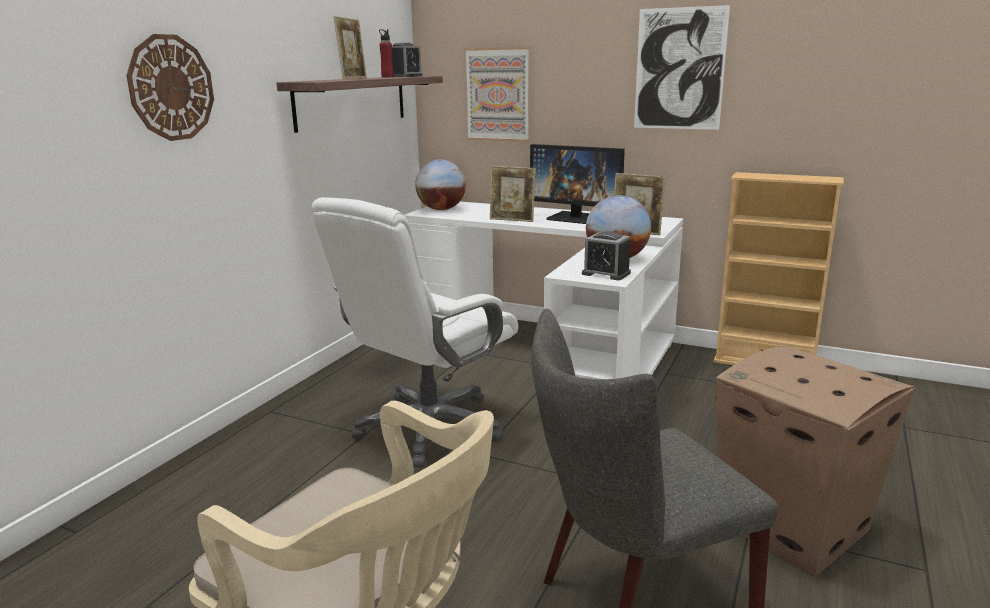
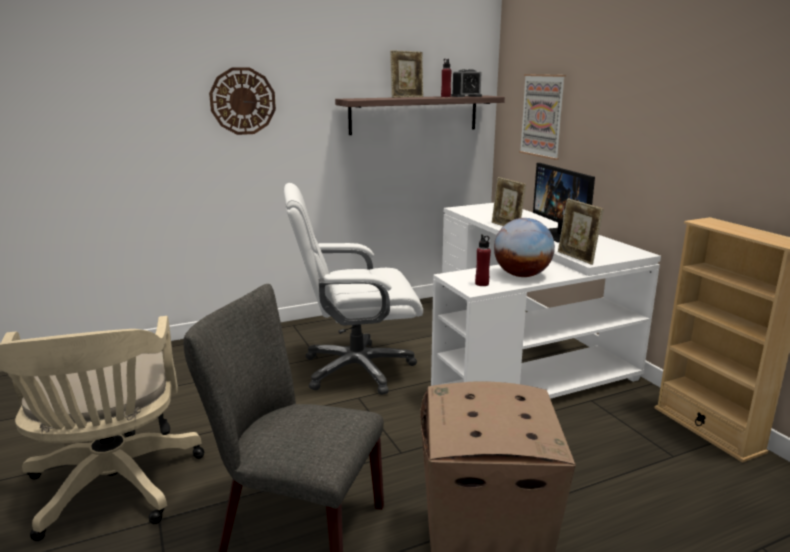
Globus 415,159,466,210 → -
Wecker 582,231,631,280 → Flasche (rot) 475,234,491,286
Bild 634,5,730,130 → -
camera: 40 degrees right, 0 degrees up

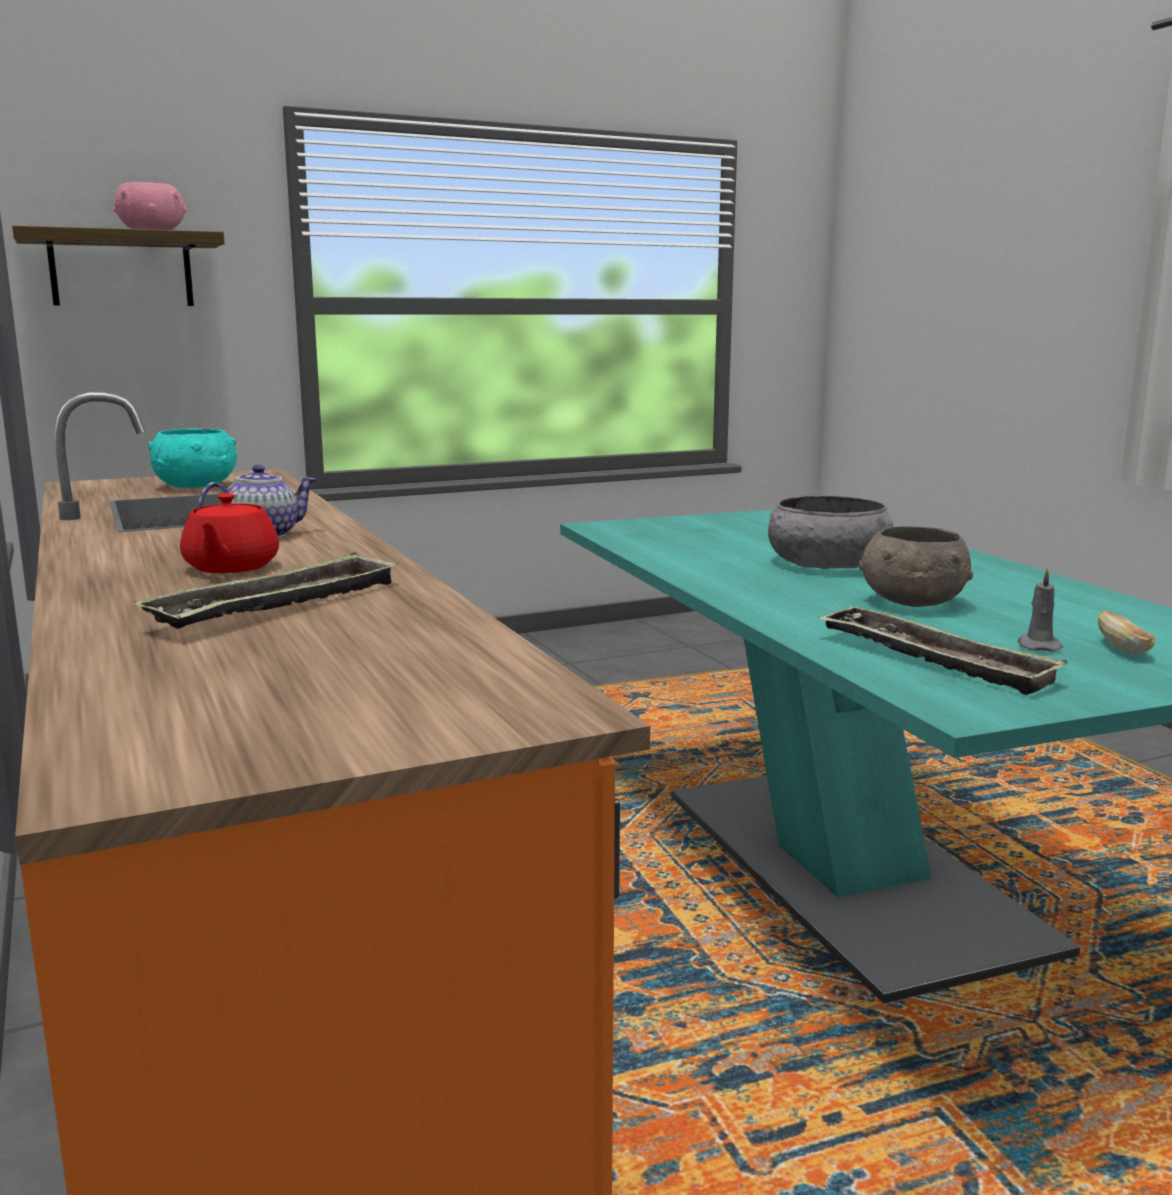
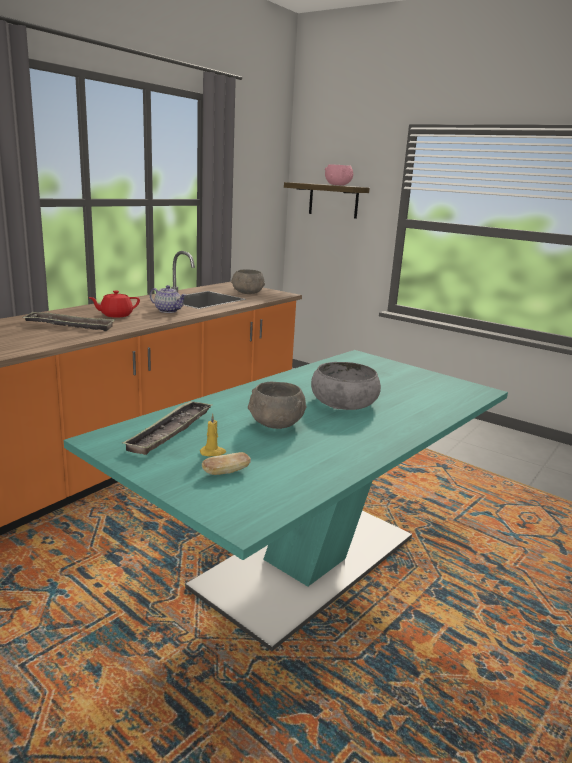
Schüssel (türkis) 148,428,237,488 → Schüssel (grau) 231,269,265,294
Kerze (grau) 1018,568,1063,652 → Kerze (gelb) 200,414,226,456
camera: 60 degrees right, 5 degrees up

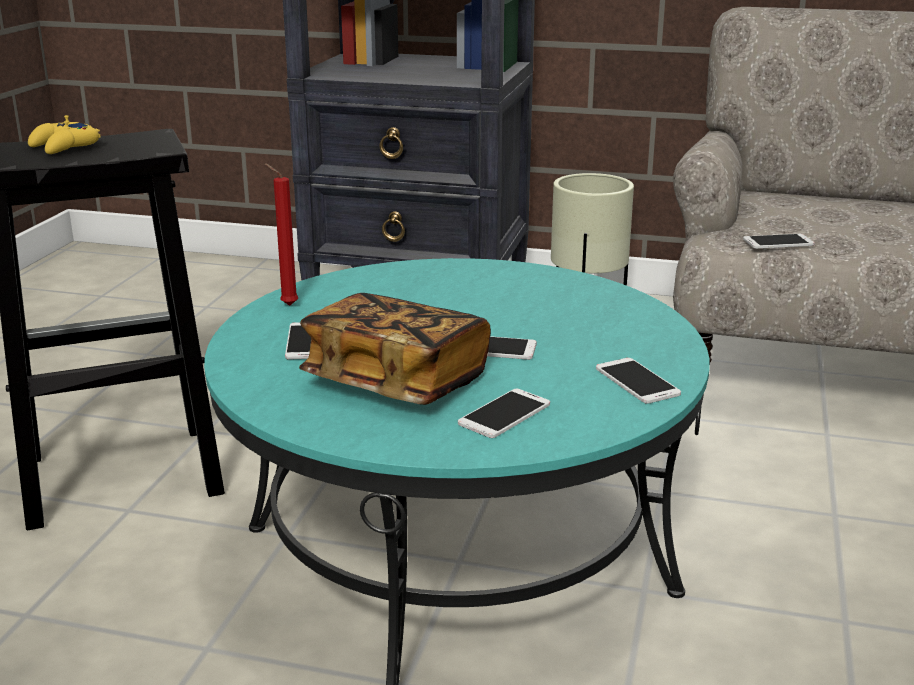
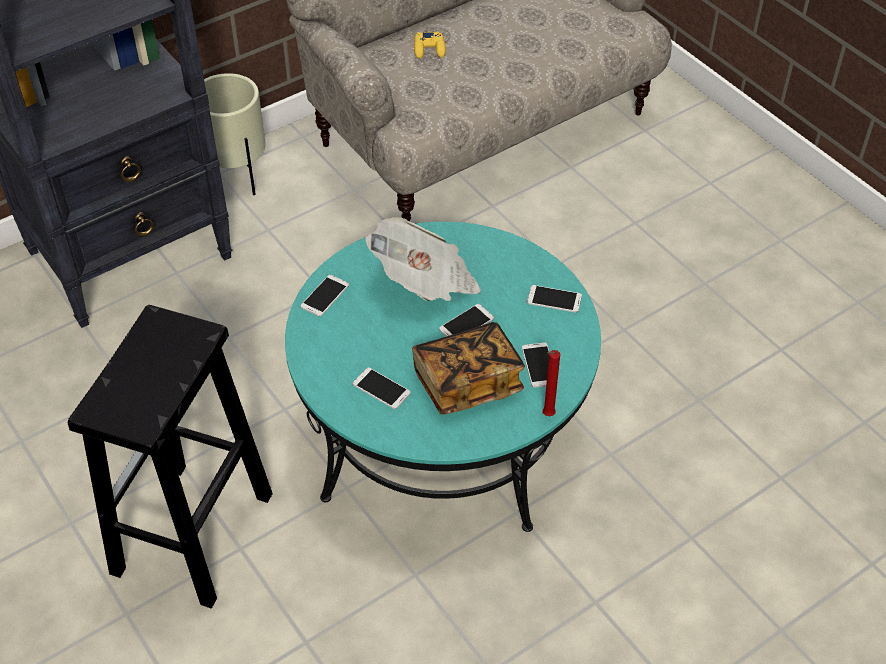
Gamepad (gelb) 28,115,101,154 → Gamepad (gelb) 414,32,446,59, moved
Kerze (rot) 265,163,298,306 → Kerze (rot) 543,350,560,416, moved
Handy 743,234,815,249 → Handy 301,275,349,317, moved
- → Zeitung 365,217,481,301
camera: 50 degrees left, 25 degrees up

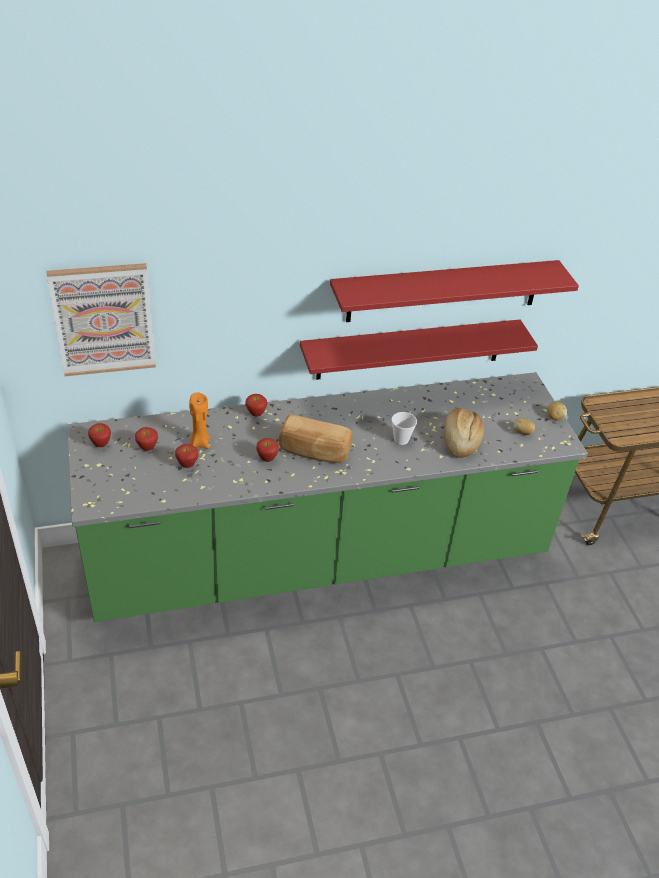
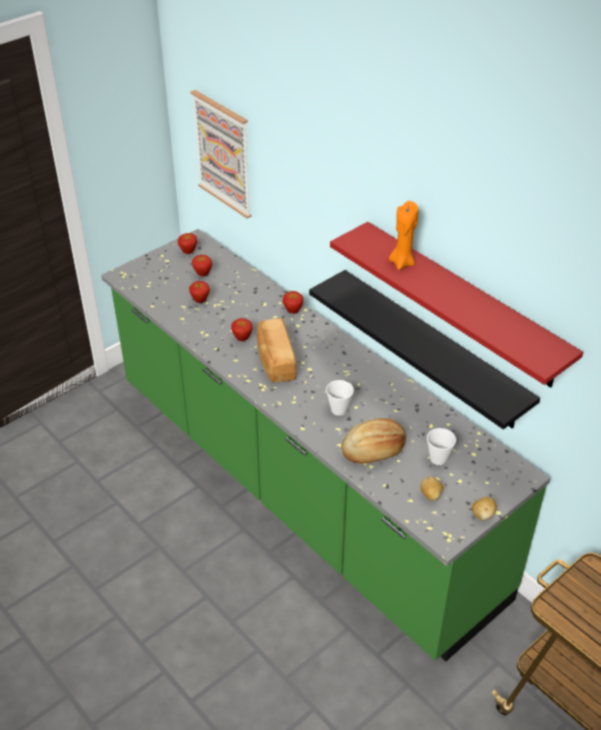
Kerze (orange) 189,392,210,449 → Kerze (orange) 389,201,418,270, moved
Wandregal (rot) 300,320,538,380 → Wandregal (schwarz) 309,270,540,429
- → Tasse 427,428,456,465
camera: 65 degrees right, 0 degrees up

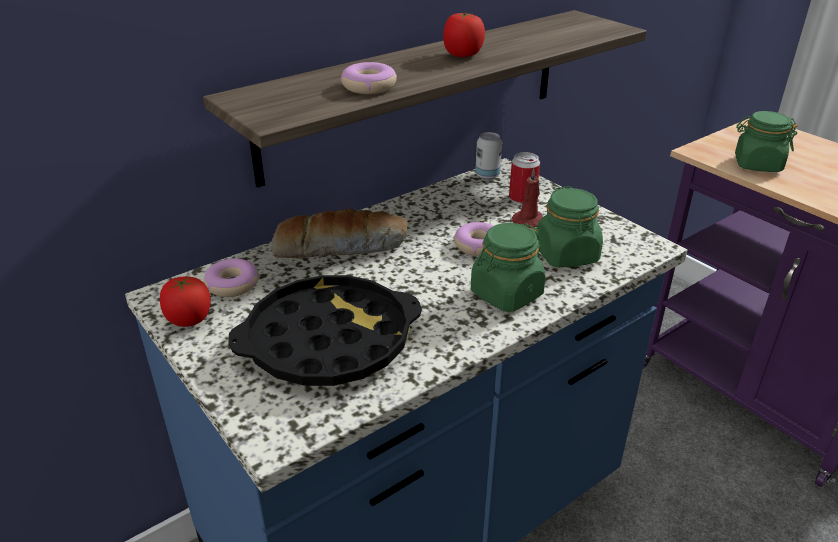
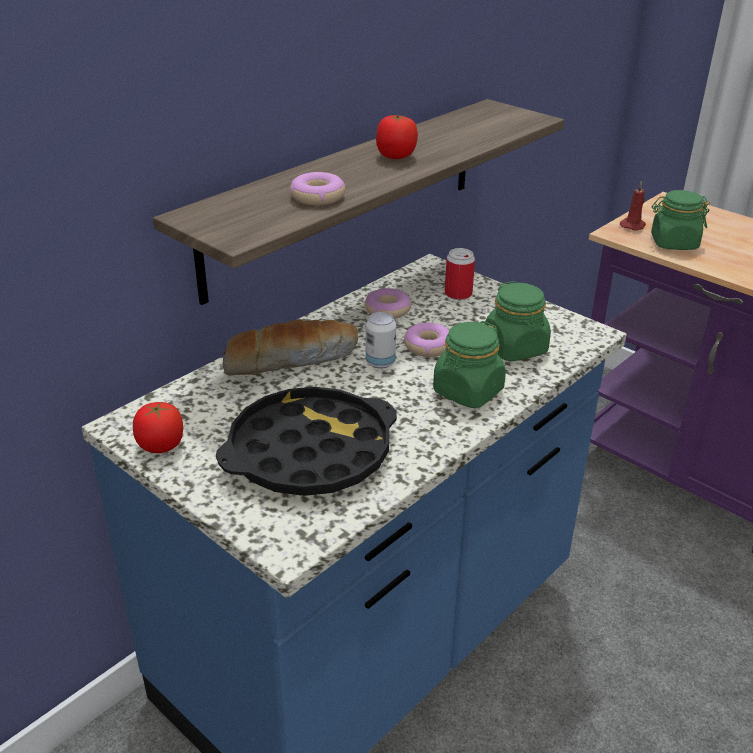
Donut 204,258,259,297 → Donut 365,288,411,319, moved
Dose 475,132,502,180 → Dose 366,312,396,369, moved
Kerze (rot) 512,168,543,228 → Kerze (rot) 620,181,646,231, moved
camera: 10 degrees left, 0 degrees up

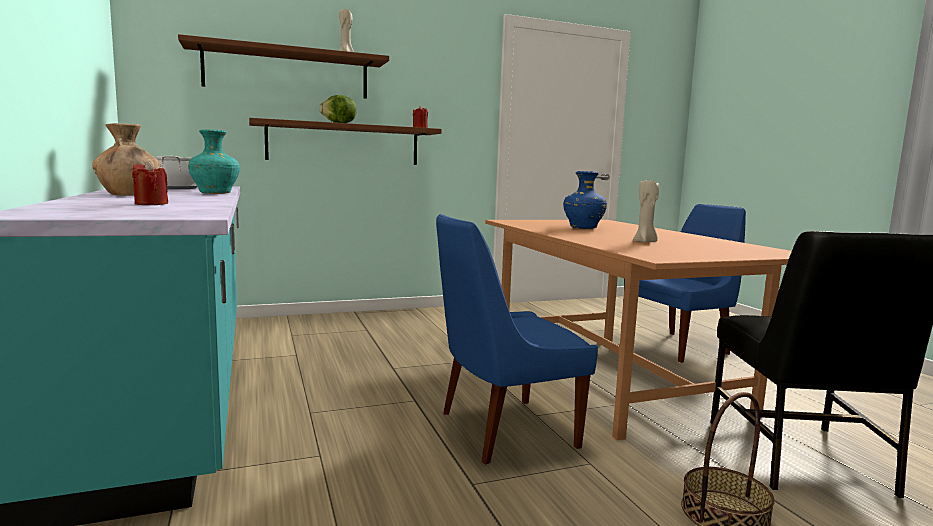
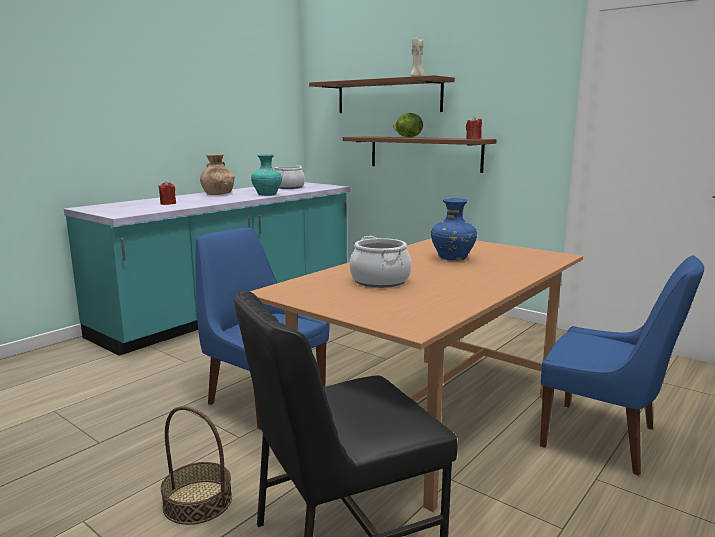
Kerze (beige) 633,180,659,242 → Kochtopf 349,236,412,288
camera: 60 degrees right, 5 degrees up

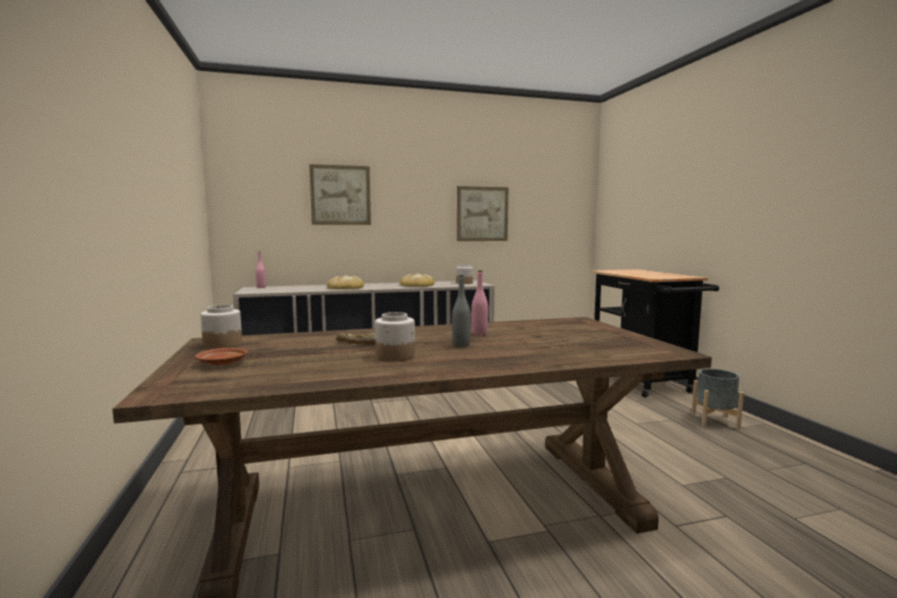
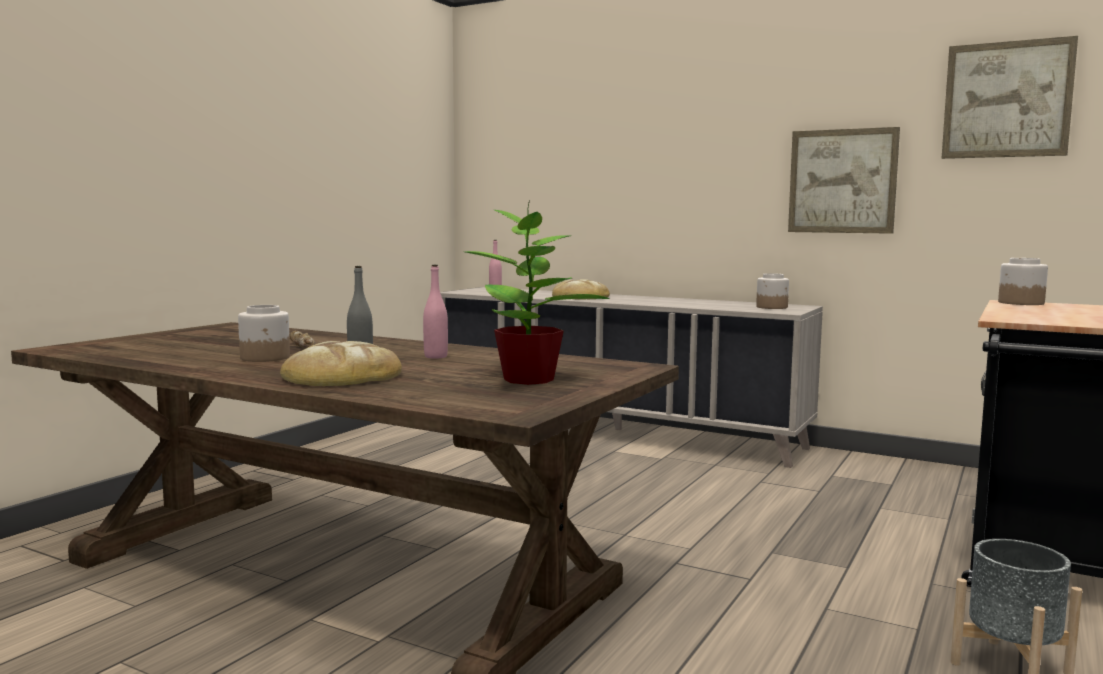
Teller (braun) 195,348,248,366 → -
Vorratsglas 201,305,242,349 → Vorratsglas 998,258,1048,305, moved
Bild 309,164,371,225 → Bild 942,36,1078,159, moved
Brot 400,274,435,287 → Brot 280,341,402,386, moved
- → Topfpflanze 465,201,610,385
camera: 45 degrees right, 0 degrees up

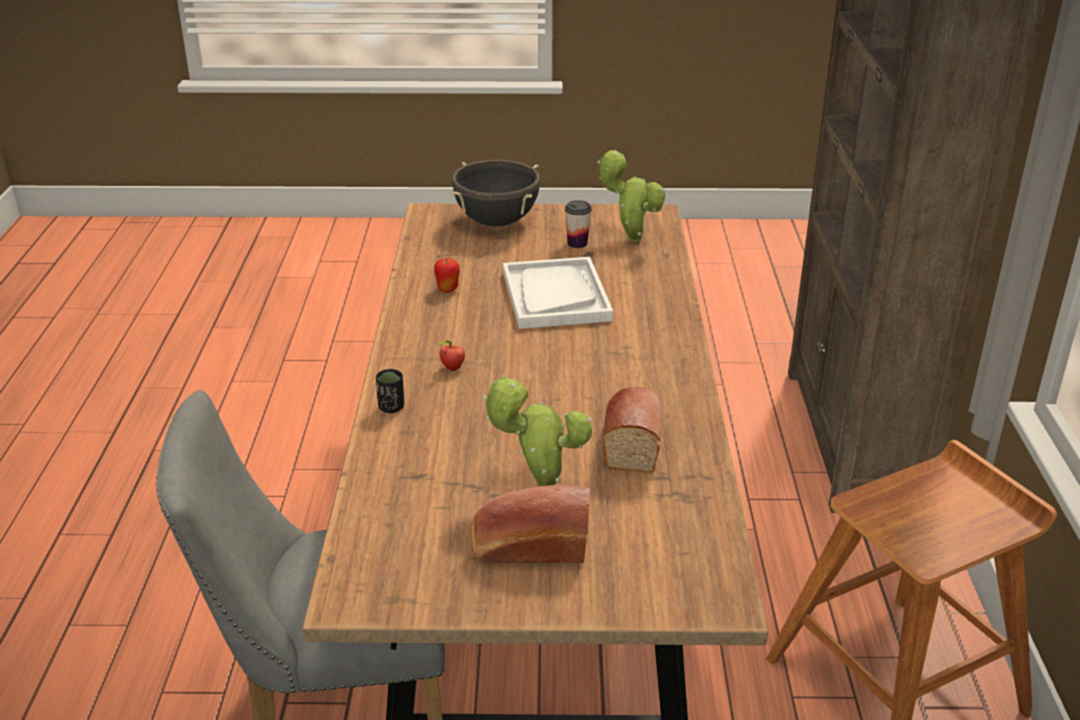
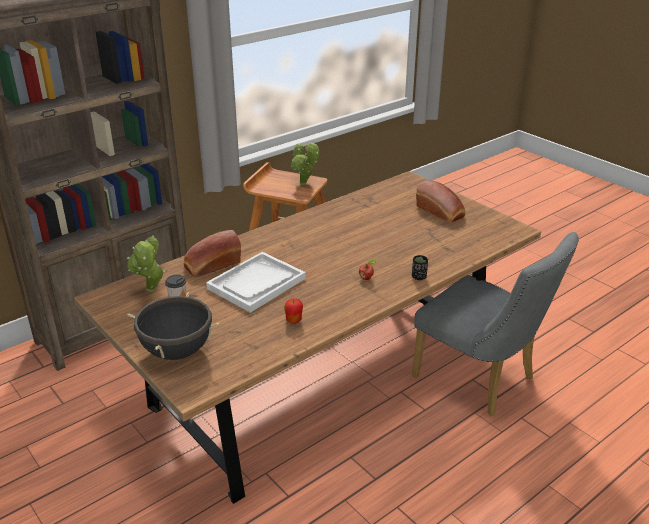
Topfpflanze 482,375,592,486 → Topfpflanze 291,141,319,185, moved
Brot 603,387,662,473 → Brot 184,230,241,277, moved
camera: 130 degrees left, 0 degrees up

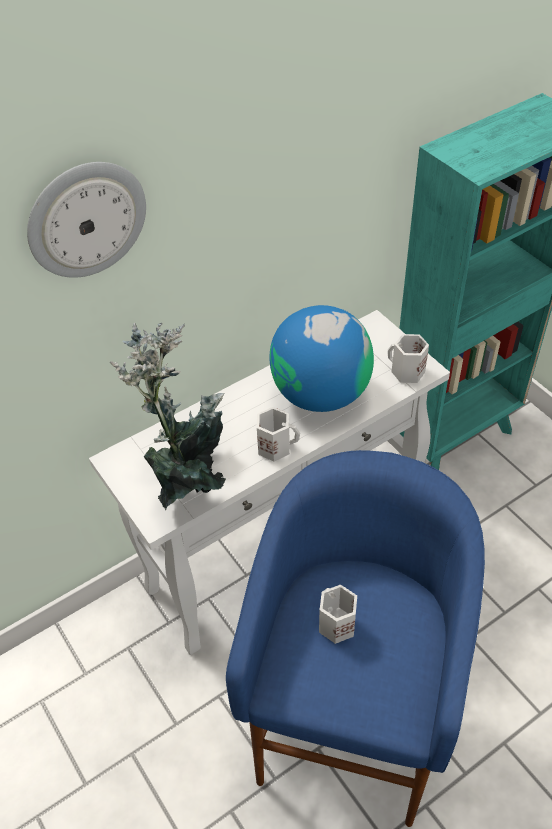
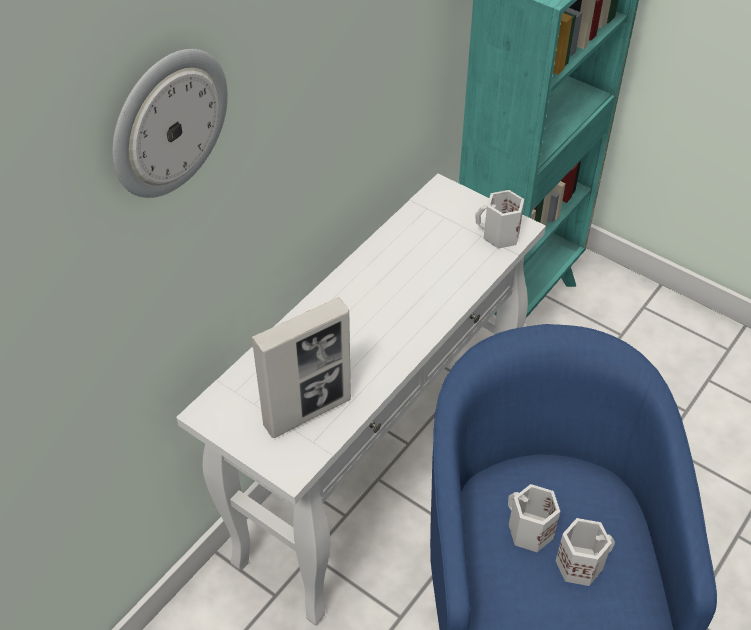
Topfpflanze 110,323,226,509 → Bilderrahmen 251,297,351,438
Henkelbecher (weiß) 257,407,300,461 → Henkelbecher (weiß) 556,518,615,586, moved
Globus 270,305,374,412 → -
camera: 20 degrees left, 0 degrees up

